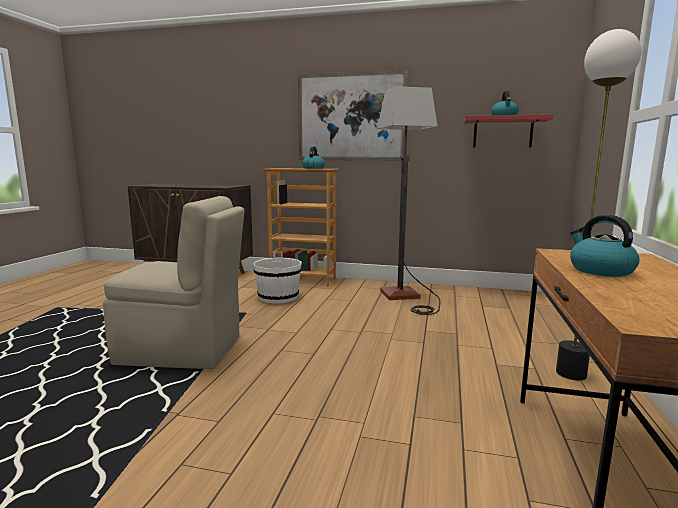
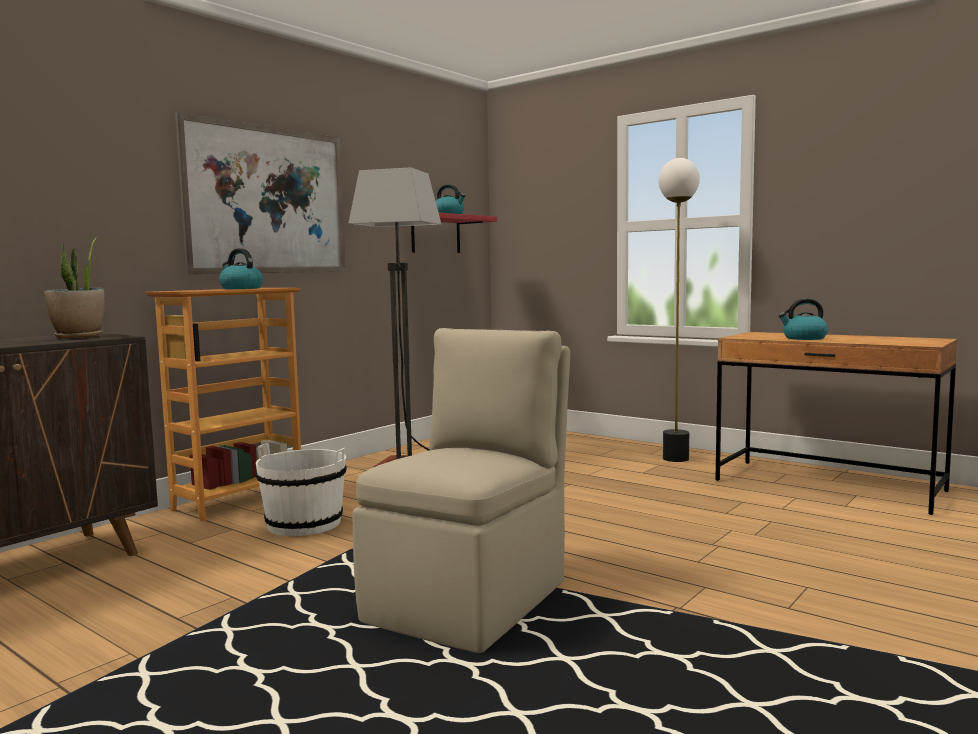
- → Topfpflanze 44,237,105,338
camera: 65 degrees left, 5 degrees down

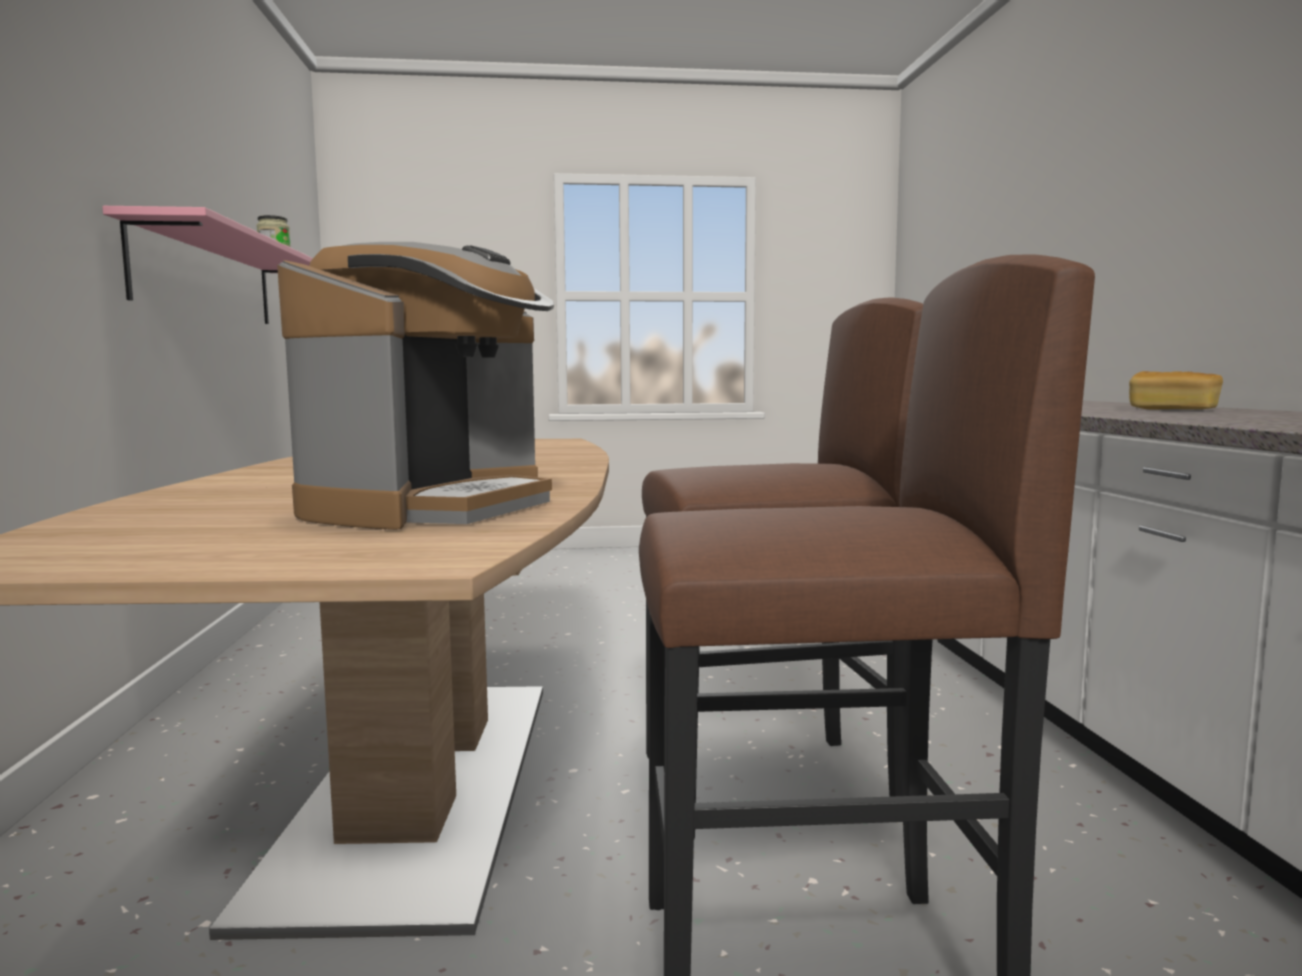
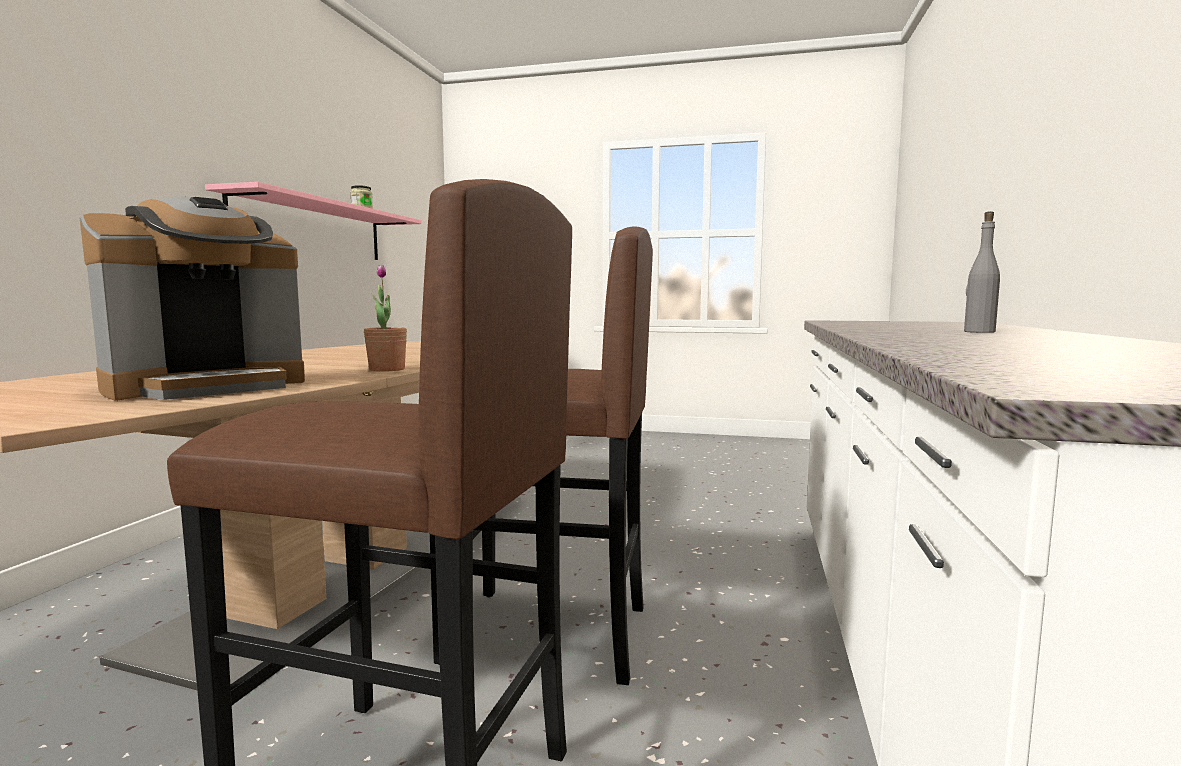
Brot 1129,371,1223,410 → Flasche (grau) 964,211,1000,333
- → Topfpflanze 364,265,407,372
camera: 20 degrees right, 0 degrees up

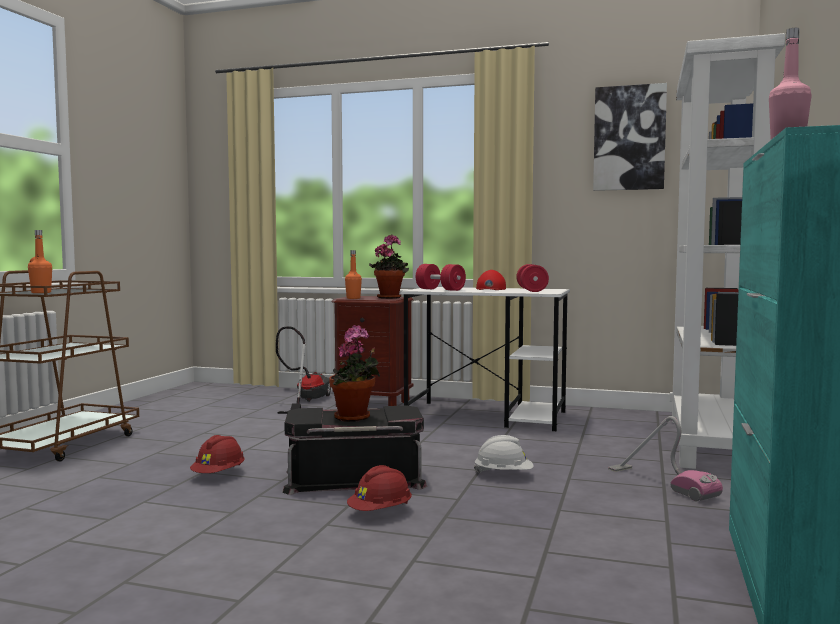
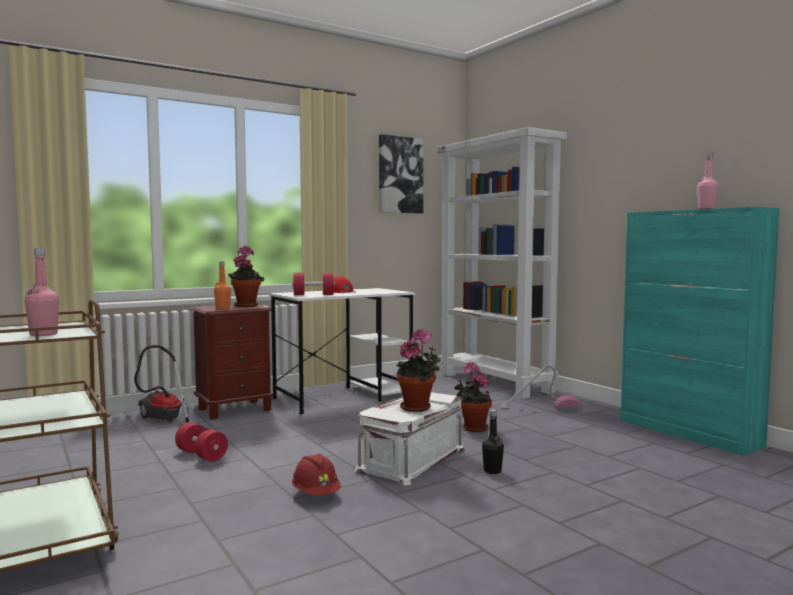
Flasche (orange) 28,230,52,293 → Flasche (rosa) 25,248,59,336
Aufbewahrungsbox (schwarz) 282,406,427,495 → Aufbewahrungsbox (weiß) 354,392,465,485
Schutzhelm (rot) 347,465,412,511 → Flasche (schwarz) 482,410,504,474
Schutzhelm (weiß) 474,435,533,474 → Topfpflanze 454,362,492,432
Hantel (rot) 516,264,549,292 → Hantel (rot) 175,422,228,462, moved
camera: 50 degrees left, 0 degrees up

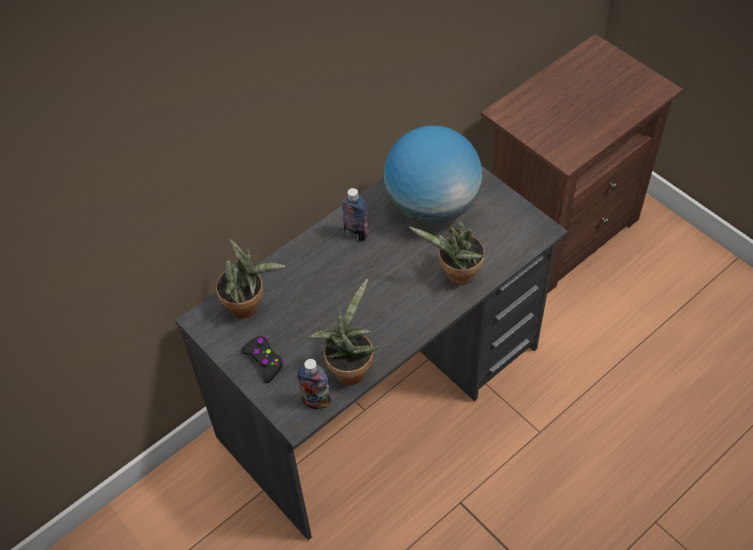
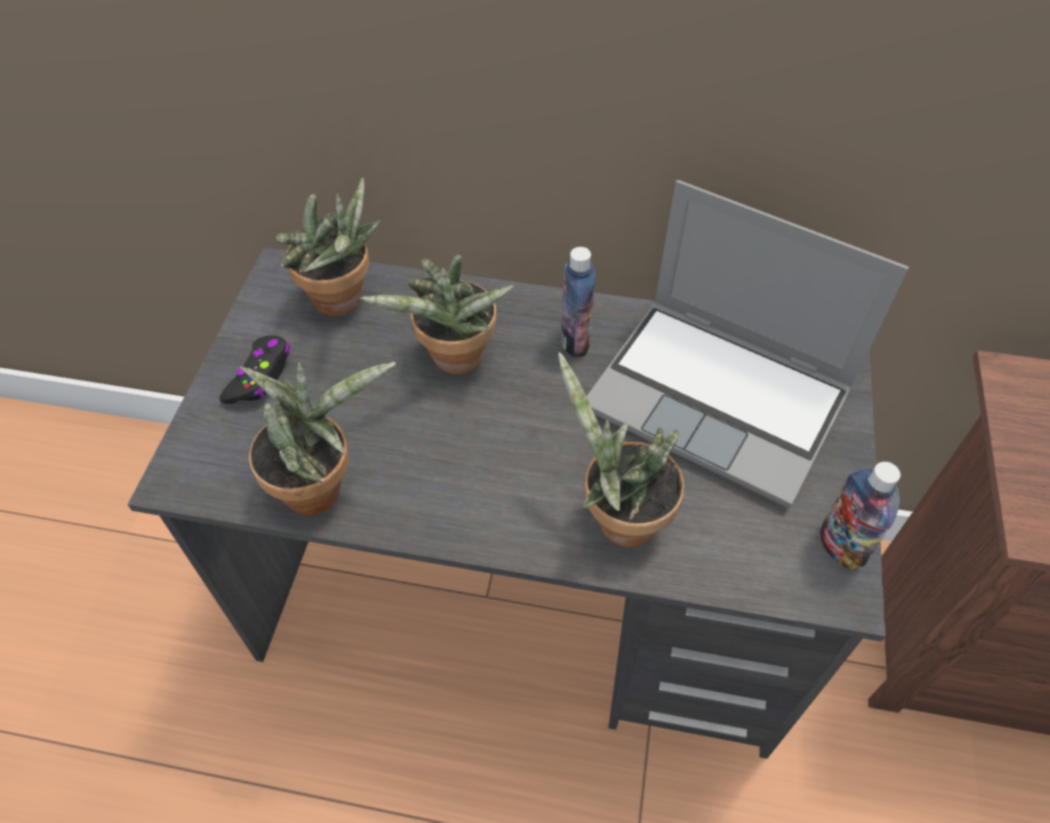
Flasche 297,359,331,409 → Flasche 820,462,901,570, moved
Globus 384,125,482,224 → Laptop 586,180,909,508
- → Topfpflanze 360,255,514,374
camera: 50 degrees right, 0 degrees up

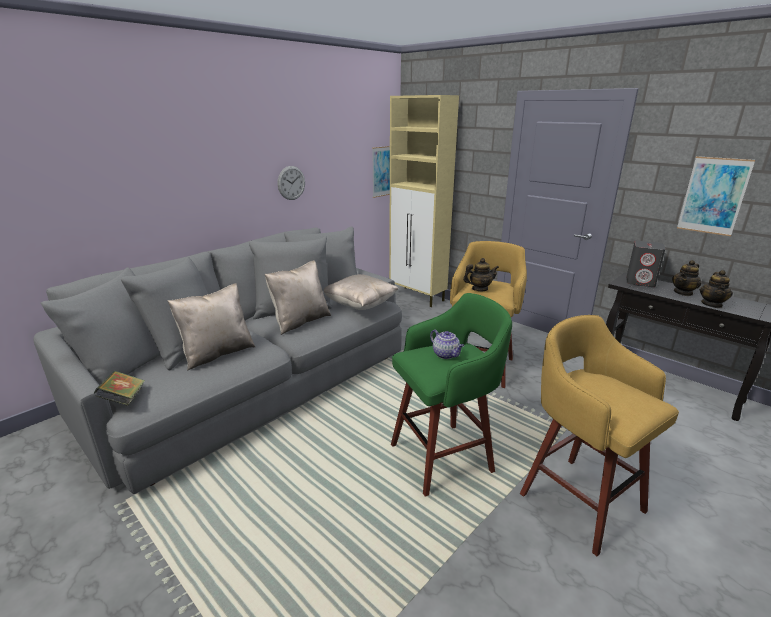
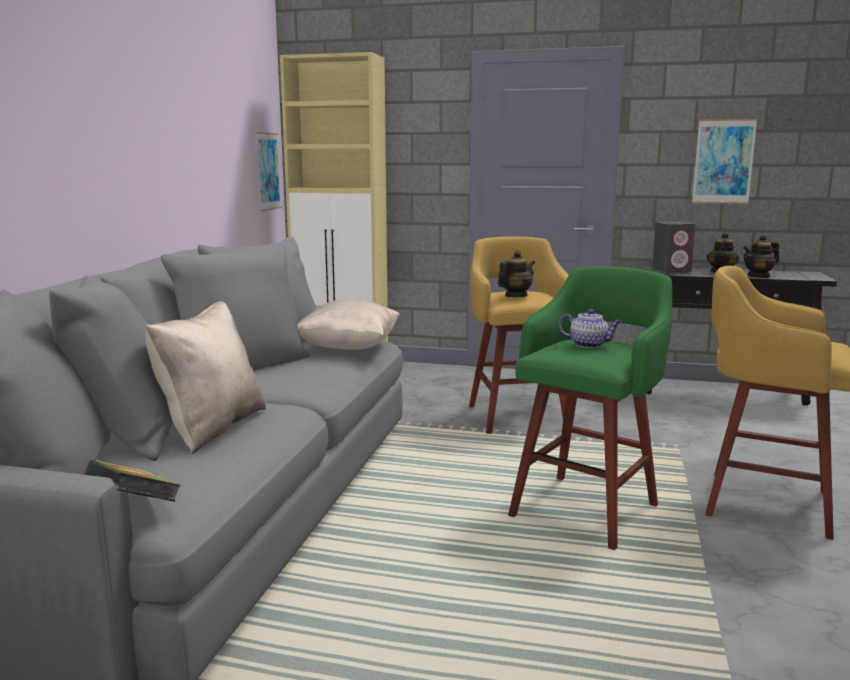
Kissen (beige) 265,260,331,335 → -
Wanduhr 278,166,305,200 → -
Teekanne 700,270,733,308 → Teekanne 743,235,779,278, 75 degrees clockwise
camera: 30 degrees left, 10 degrees down

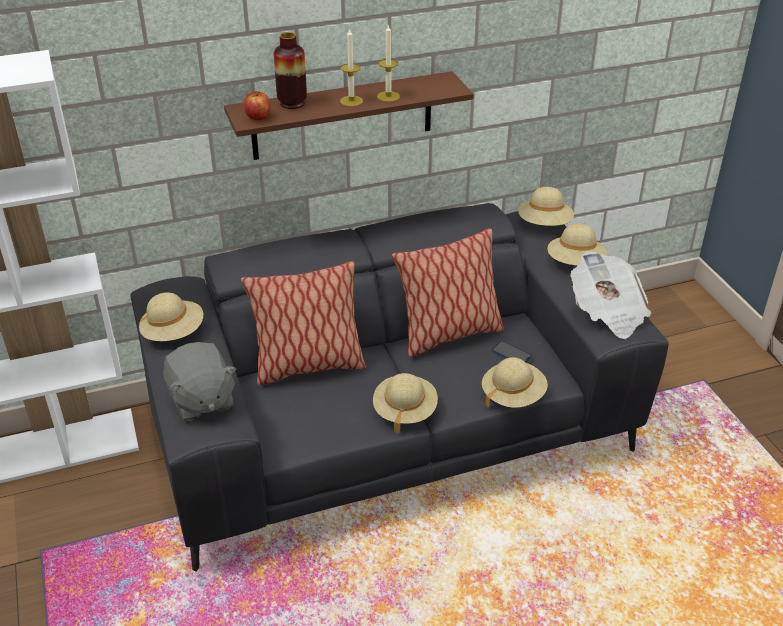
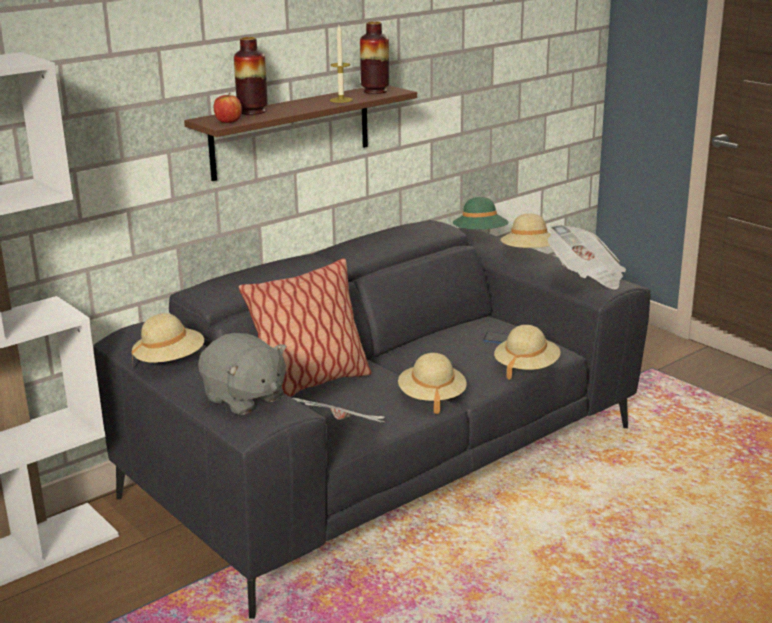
Kerze 340,28,363,106 → -
Kissen 392,228,504,357 → -
Hut (beige) 518,187,574,226 → Hut (grün) 453,197,508,229
- → Zeitung 293,398,385,423
- → Vase 360,22,389,94
camera: 20 degrees left, 15 degrees down

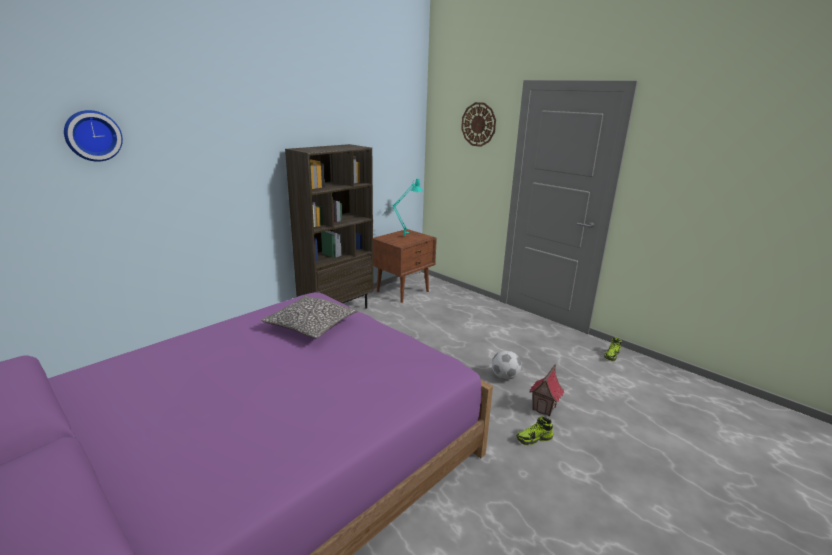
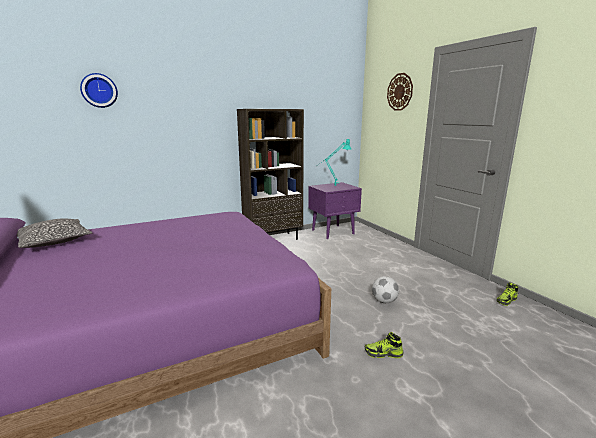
Kissen 261,296,358,338 → Kissen 17,218,92,248, moved
Nachttisch (braun) 373,229,437,303 → Nachttisch (lila) 308,182,362,239
Spielzeughaus 529,364,564,417 → -
camera: 20 degrees right, 5 degrees down

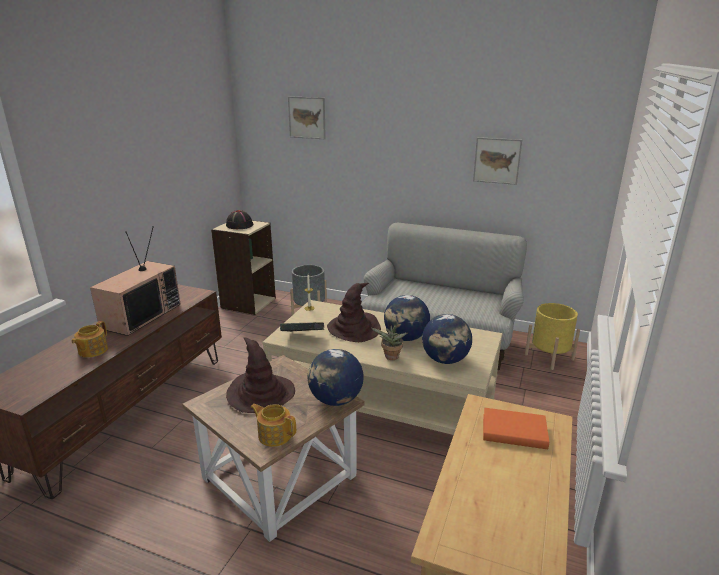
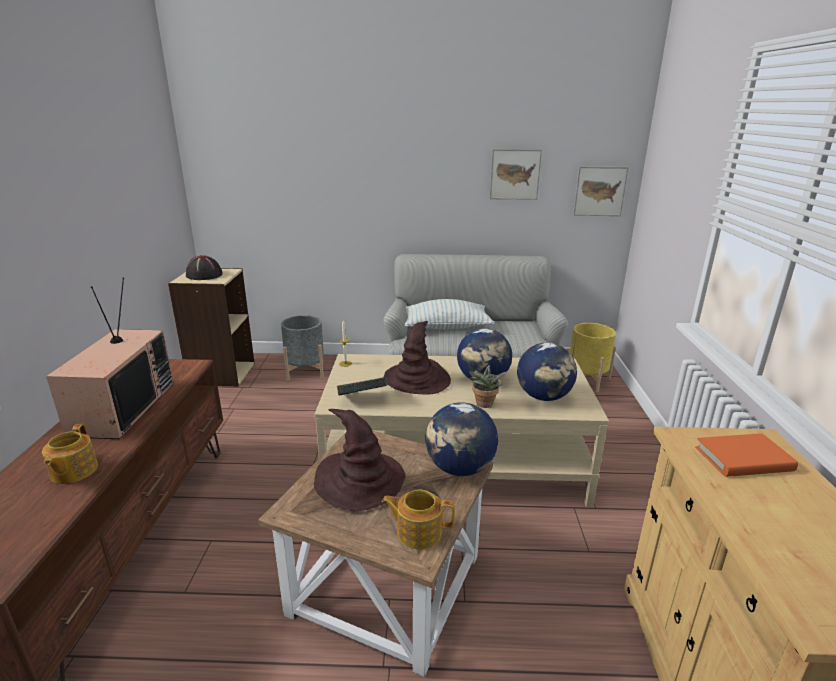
Bild 288,96,326,139 → Bild 573,166,629,216, moved
- → Kissen 404,299,495,329
camera: 20 degrees left, 0 degrees up

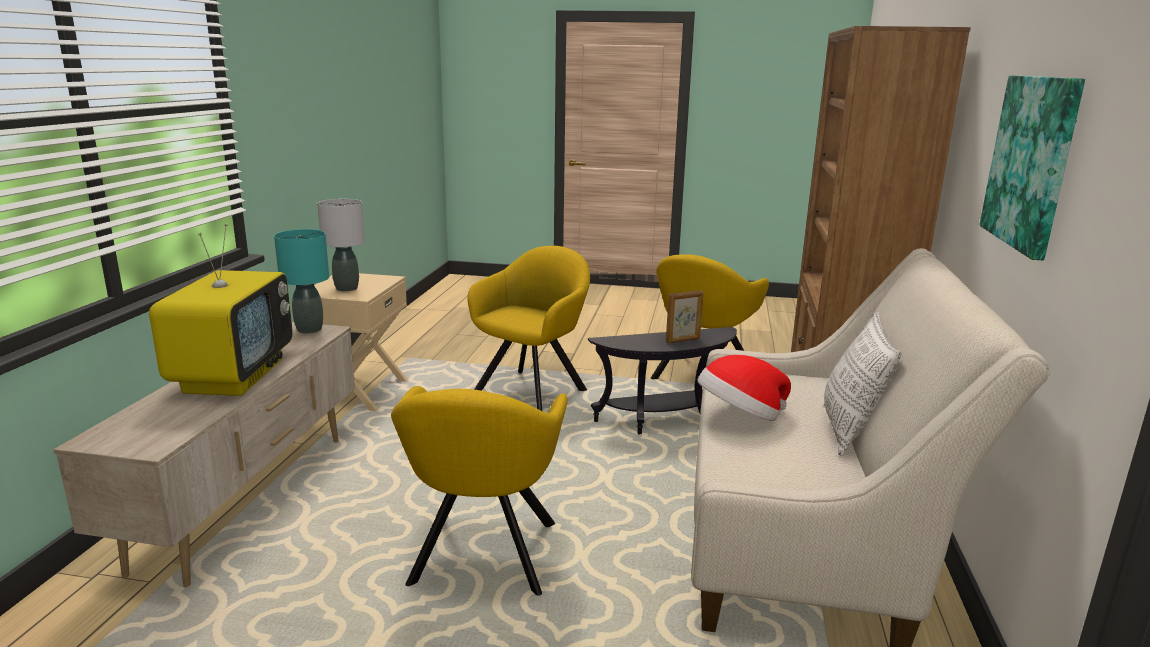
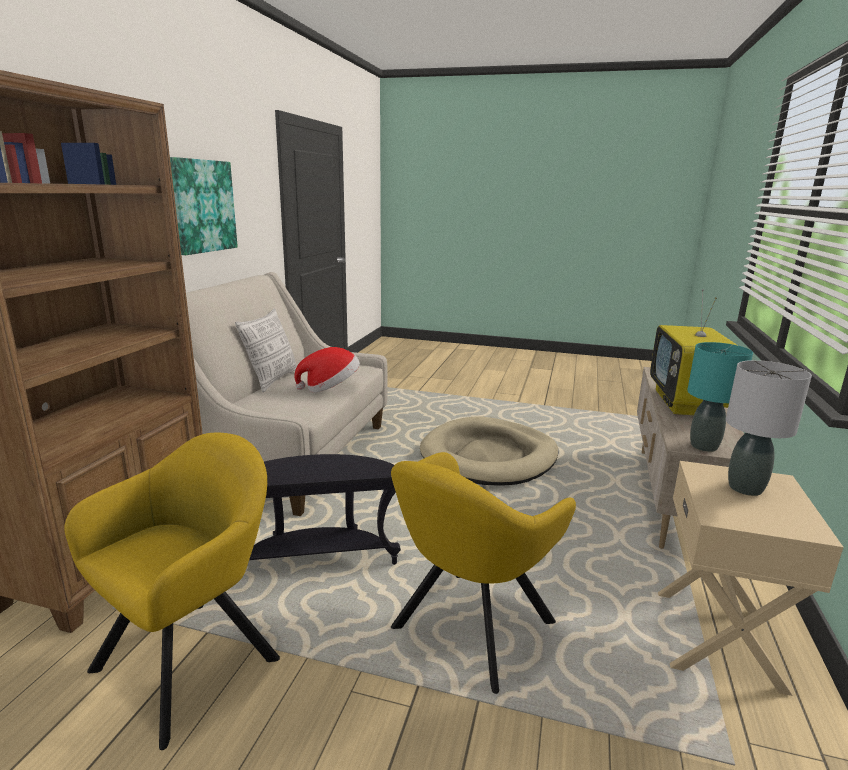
Sessel (gelb) 391,386,568,596 → Hundebett (beige) 420,416,559,486
Bilderrahmen 666,290,704,343 → -
camera: 175 degrees left, 0 degrees up

